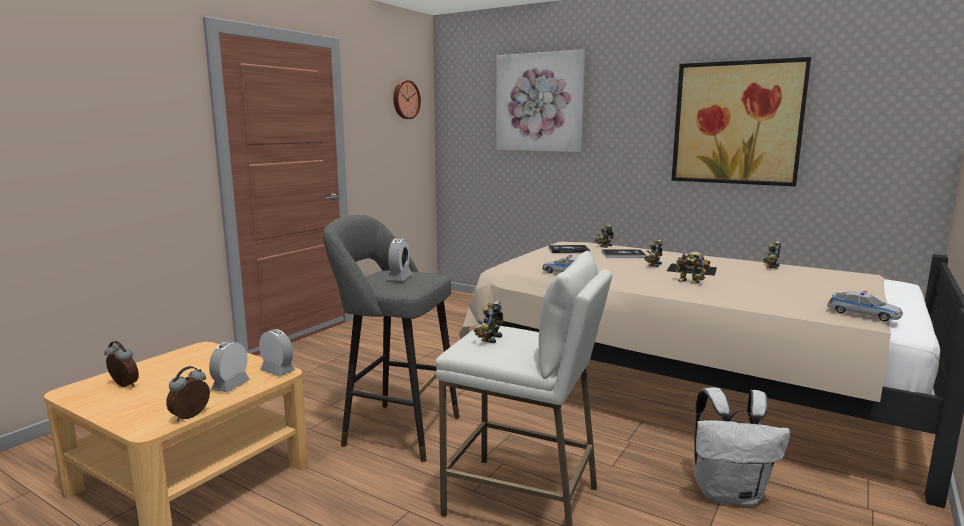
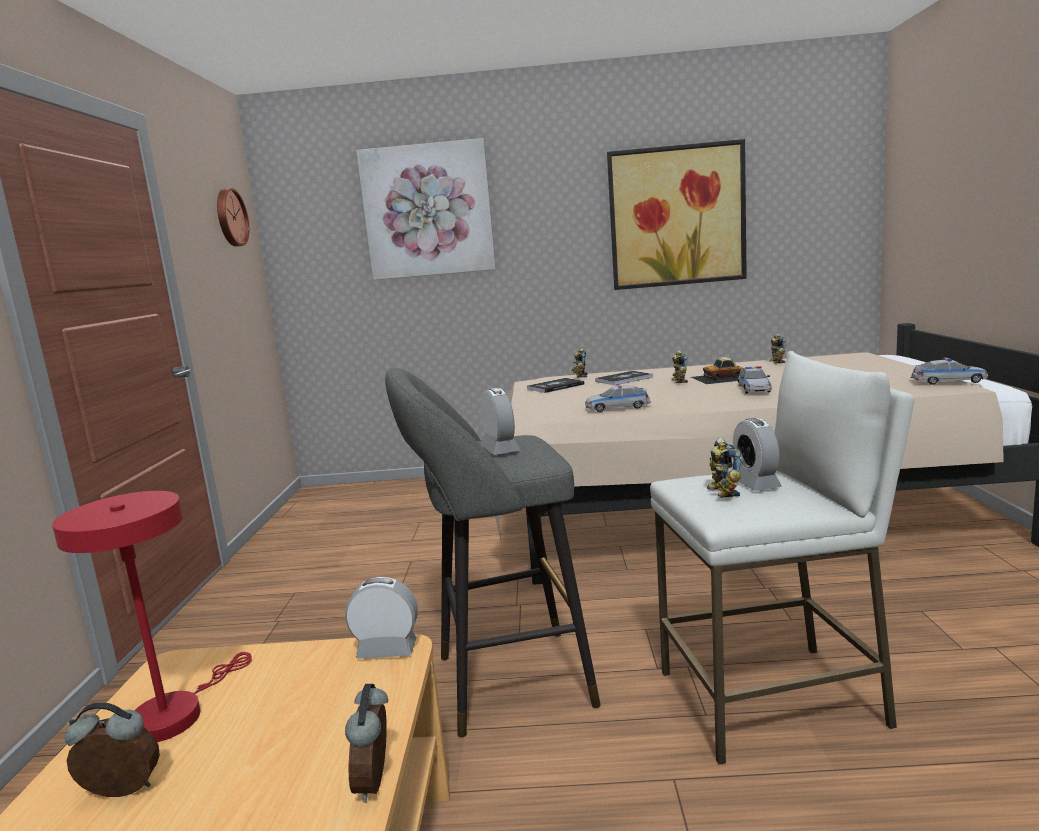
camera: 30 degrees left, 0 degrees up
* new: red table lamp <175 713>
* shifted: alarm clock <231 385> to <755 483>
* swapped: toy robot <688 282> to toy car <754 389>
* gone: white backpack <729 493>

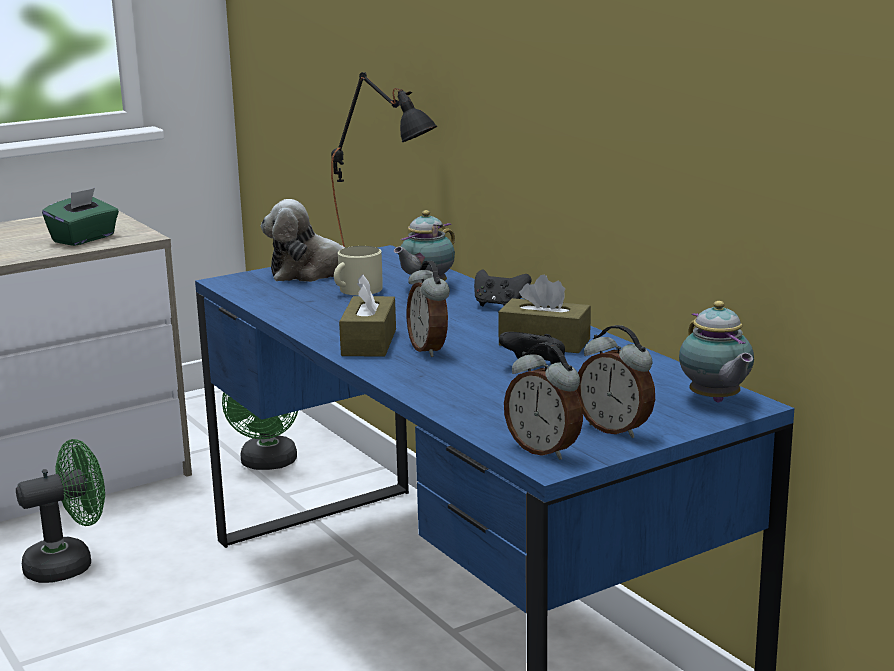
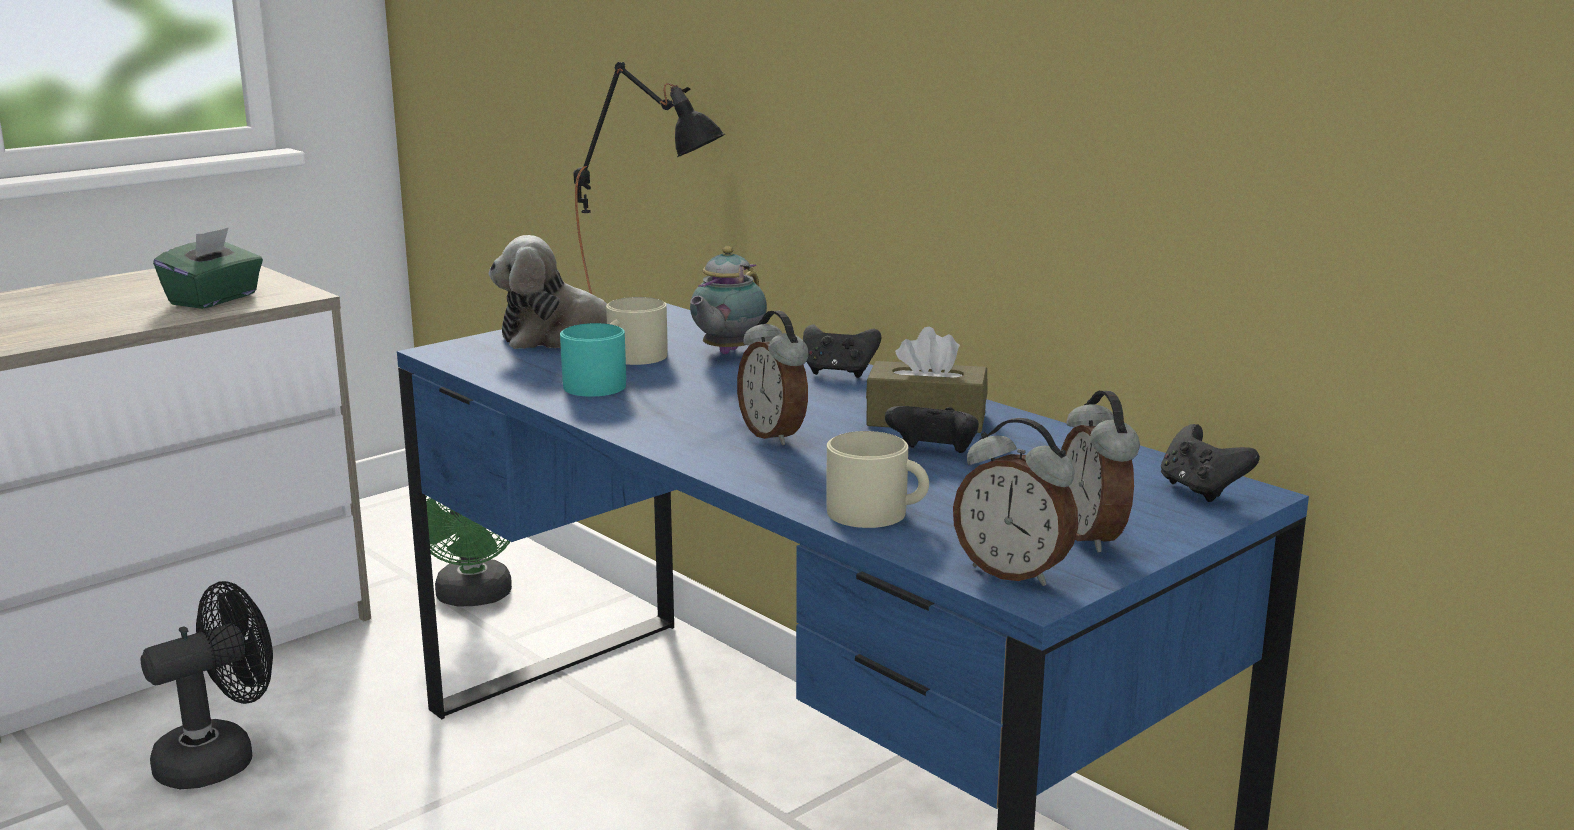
camera: 10 degrees left, 0 degrees up
* repainted: green fan <69 564> to black fan <220 758>
* new: turquoise mug <596 384>
* new: beige mug <877 513>
* rotated: alarm clock <615 429> = <1093 537> 45 degrees clockwise
* swapped: teapot <715 400> to black game controller <1201 490>
* gone: brown tissue box <369 342>

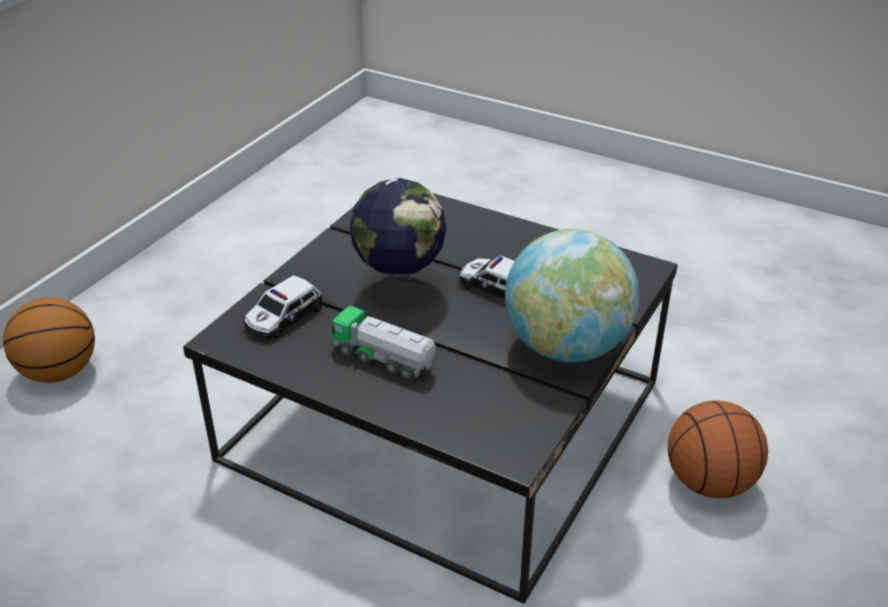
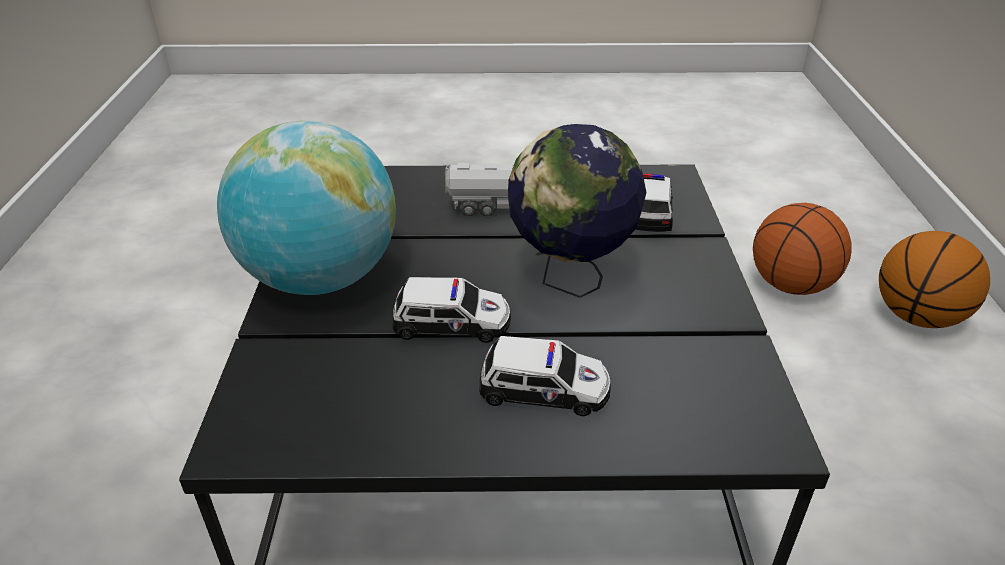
camera: 150 degrees right, 0 degrees up
* new: toy car <544 389>
* shifted: basketball <709 483> to <790 285>

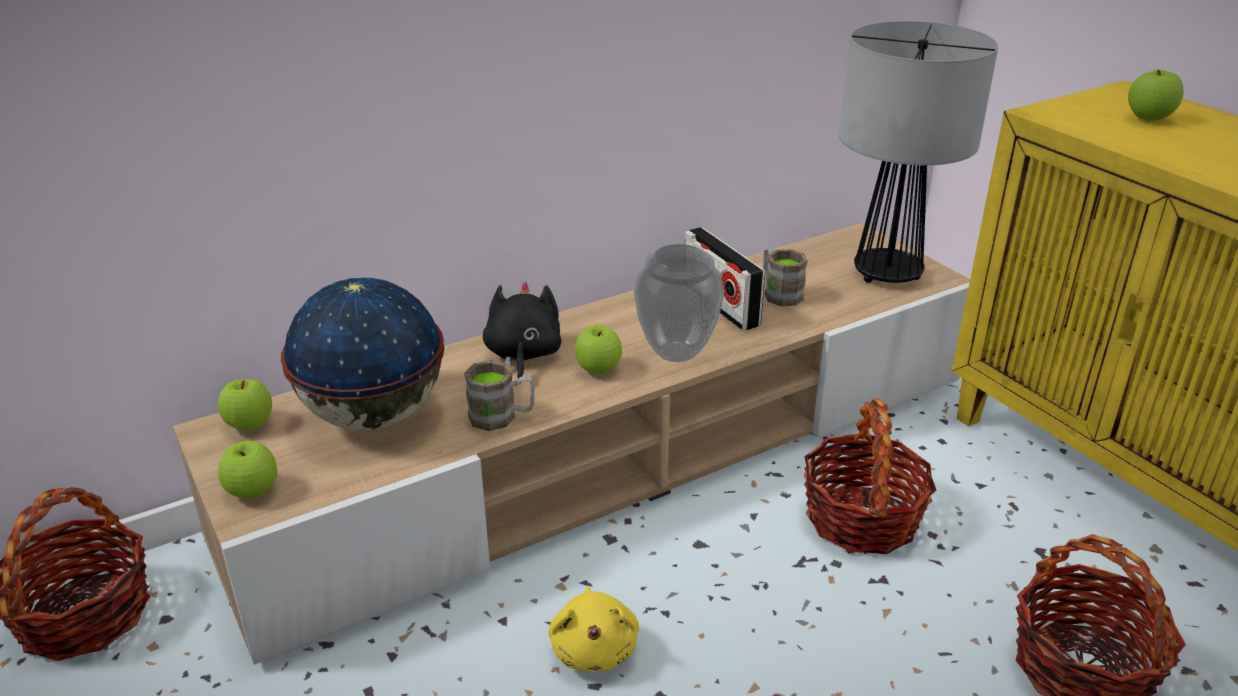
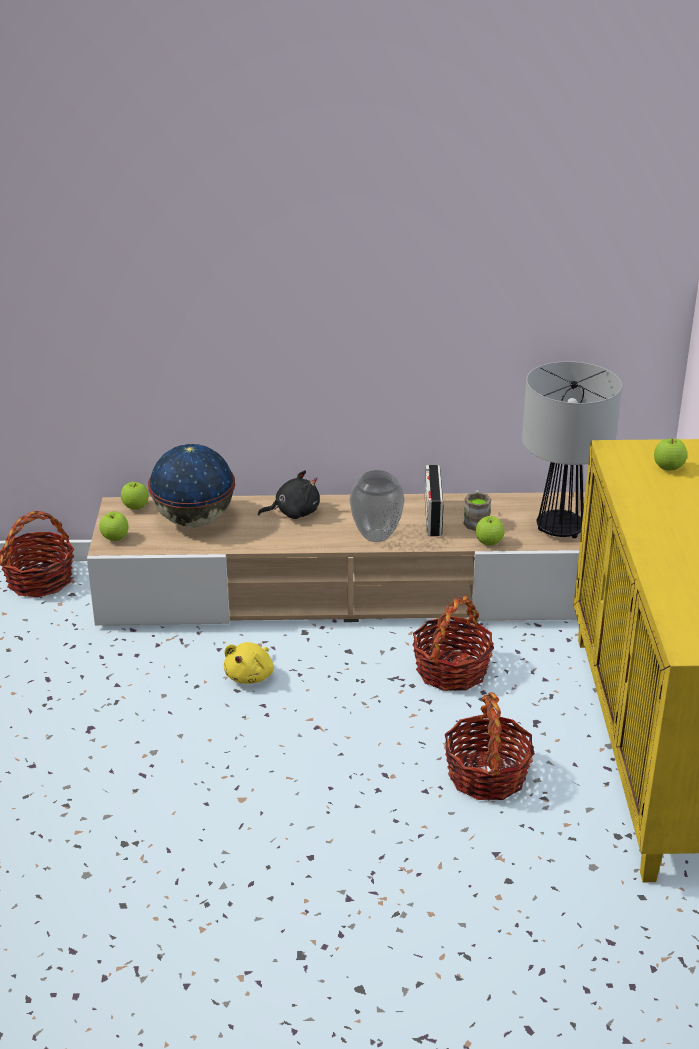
camera: 30 degrees right, 0 degrees up
* rotated: black plush toy <523 355> = <294 512> 45 degrees clockwise
* shifted: apple <598 369> to <489 543>
* gone: brown mug <502 417>

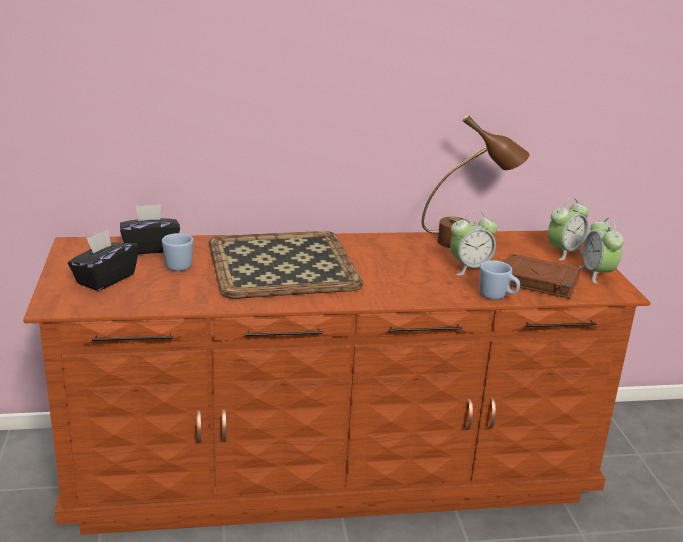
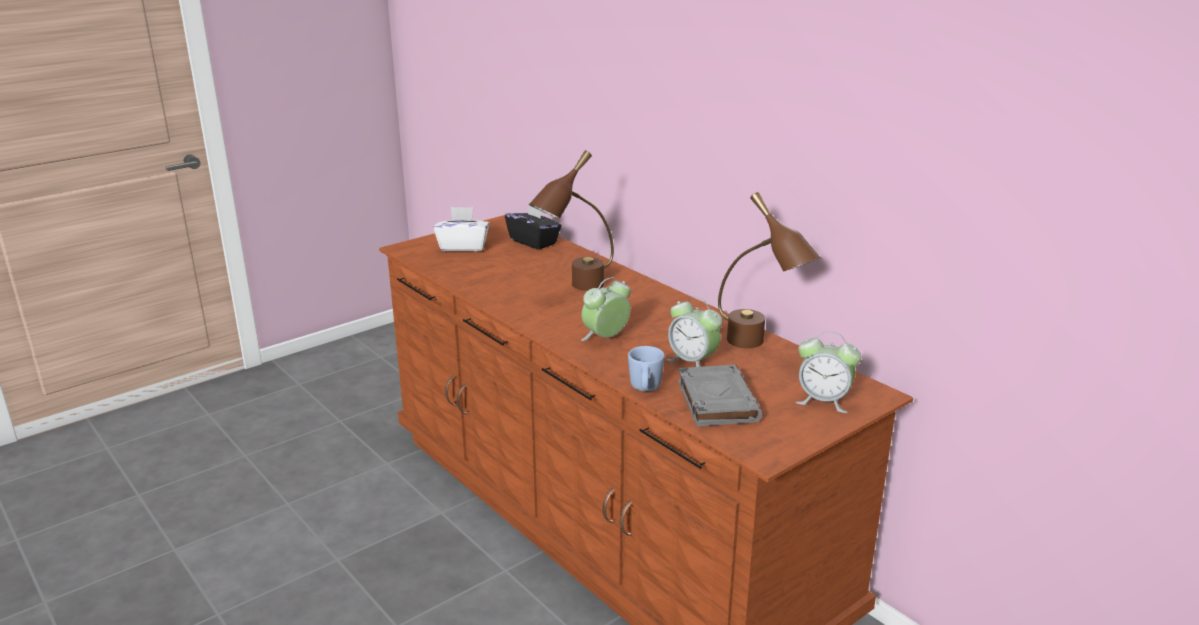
camera: 60 degrees right, 0 degrees up
* repainted: black tissue box <105 279> to white tissue box <463 246>
* swapped: tray <283 264> to brown table lamp <576 288>
* shifted: alarm clock <597 274> to <606 338>
* repainted: brown book <536 281> to grey book <716 401>
* gone: blue mug <180 265>

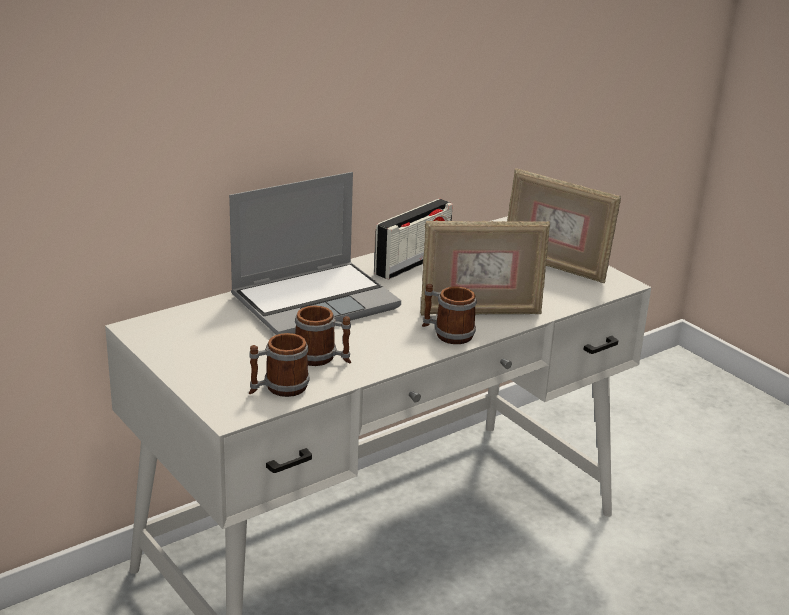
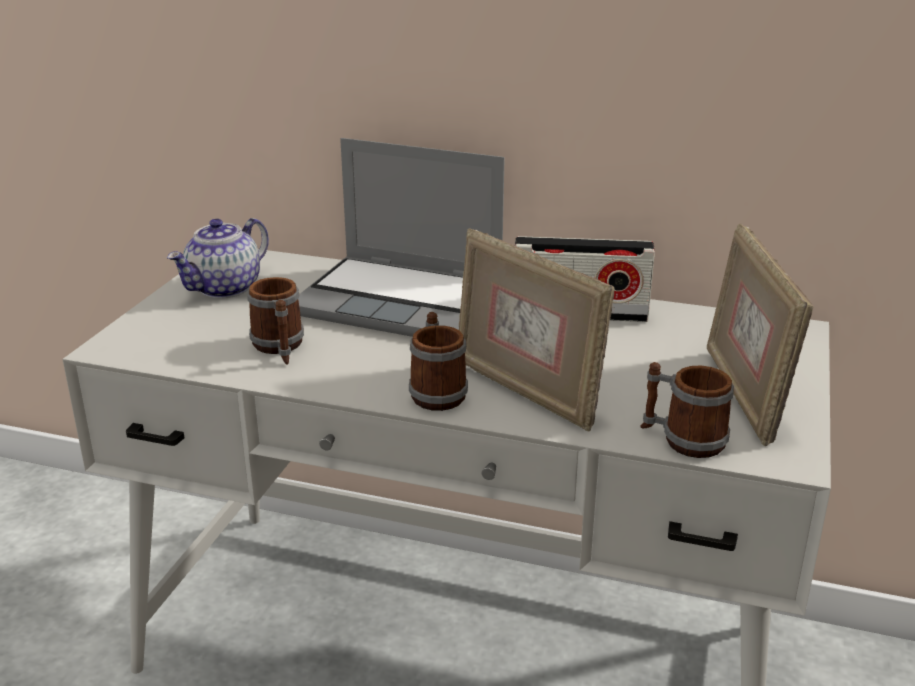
camera: 55 degrees right, 0 degrees up
* new: teapot <225 288>
* shifted: mug <278 388> to <682 439>

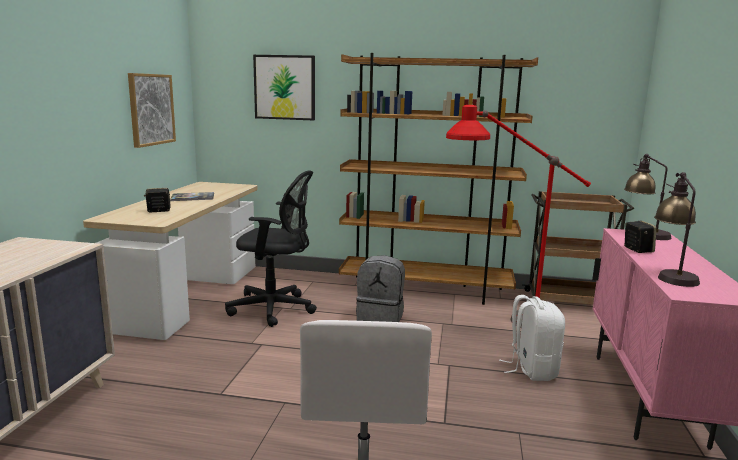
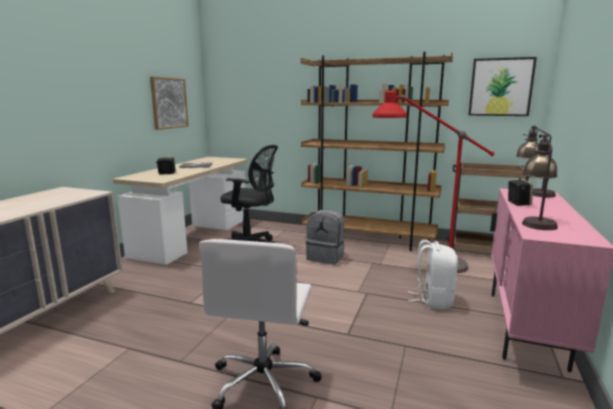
camera: 10 degrees right, 0 degrees up
* shifted: picture <285 87> to <500 87>

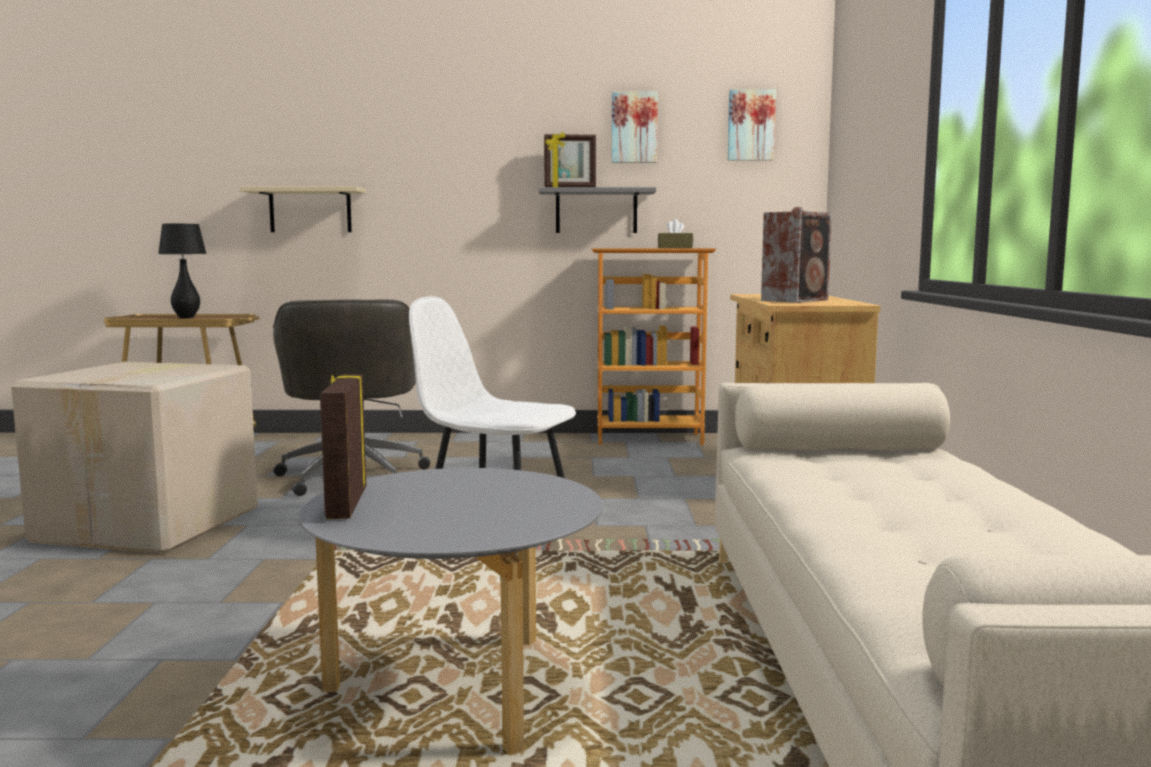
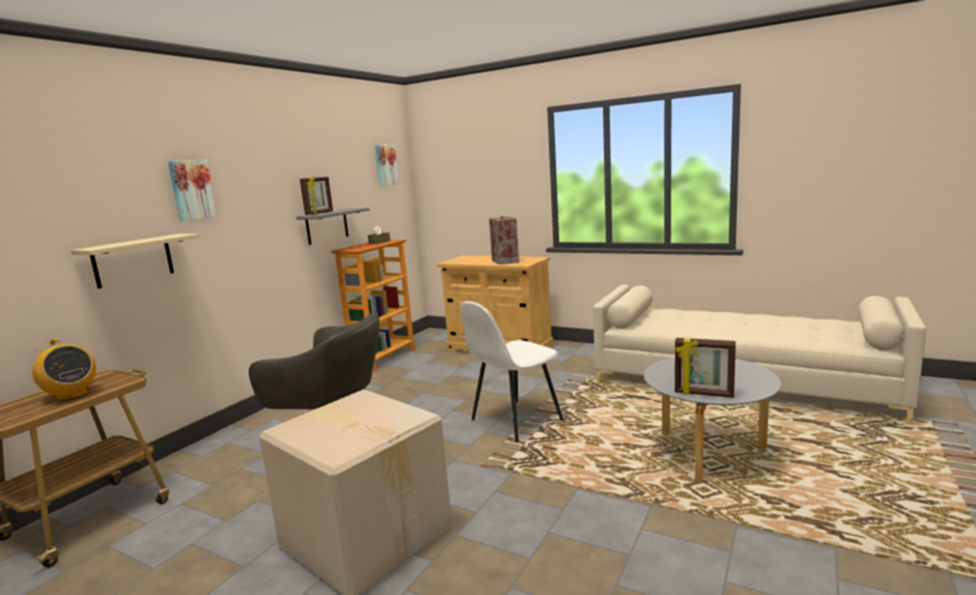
camera: 60 degrees left, 5 degrees up
* swapped: black table lamp <186 317> to radio <71 395>
* shifted: picture <634 128> to <191 190>

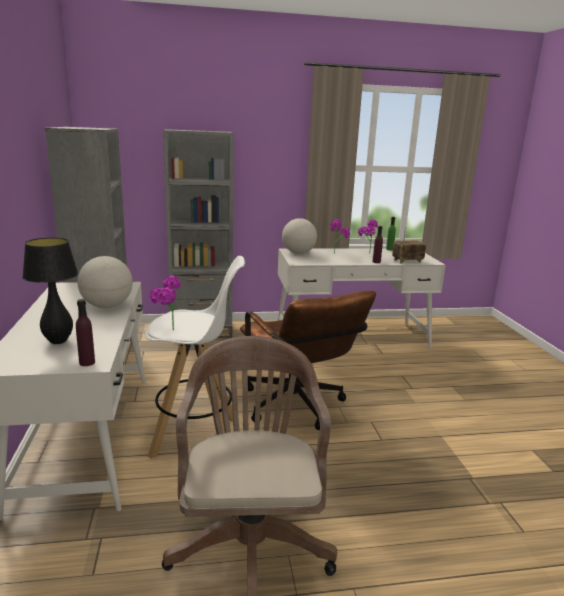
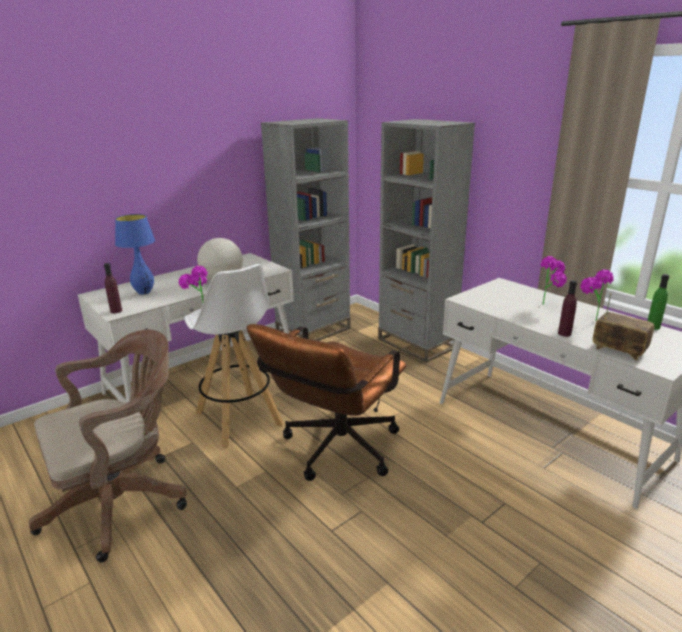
camera: 60 degrees right, 5 degrees up
* repainted: black table lamp <58 341> to blue table lamp <144 292>
* gone: globe <298 253>

